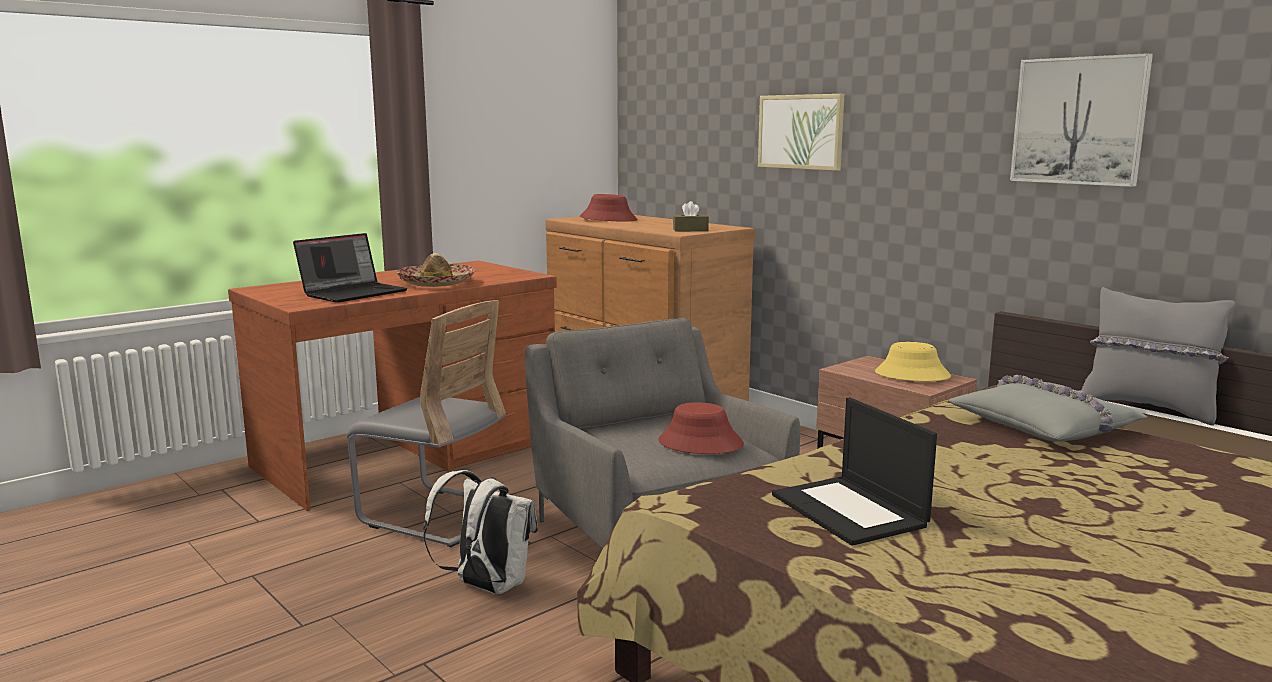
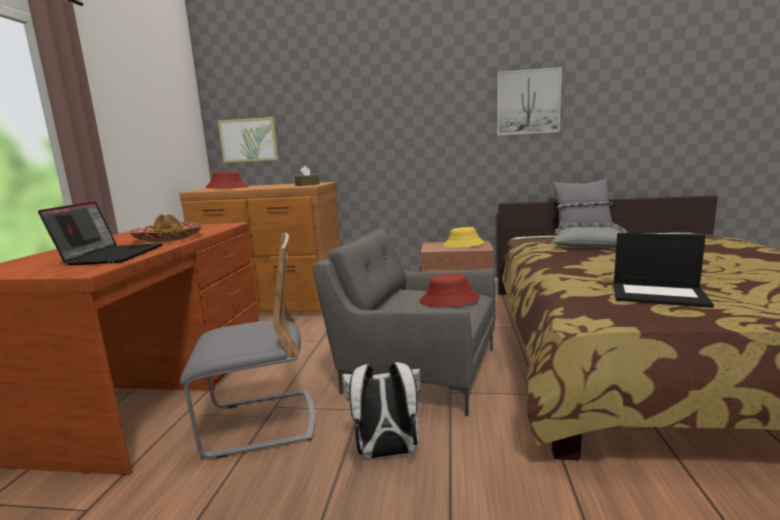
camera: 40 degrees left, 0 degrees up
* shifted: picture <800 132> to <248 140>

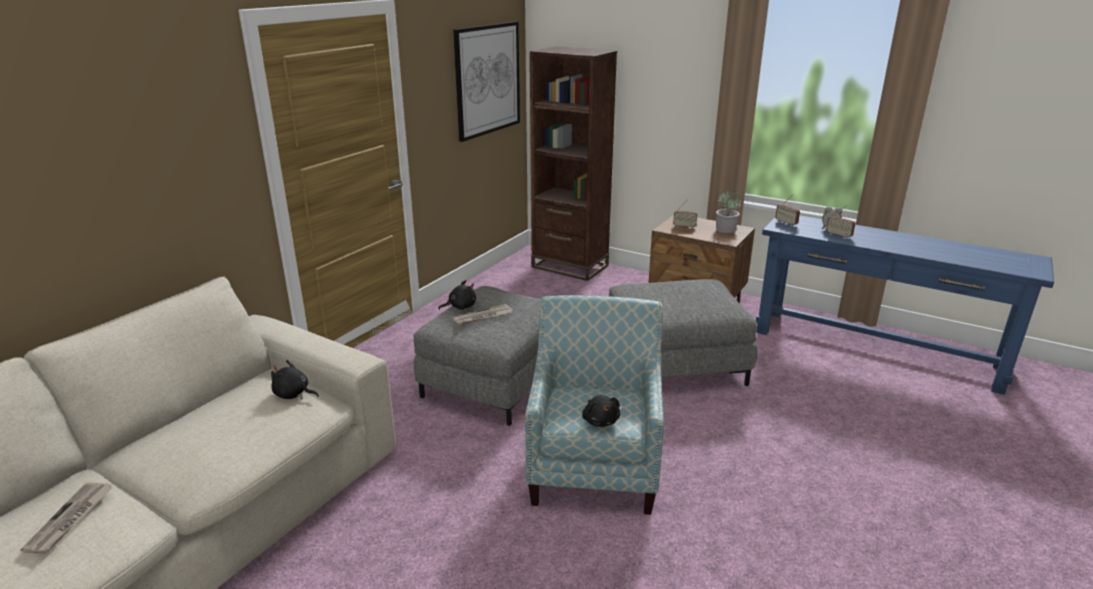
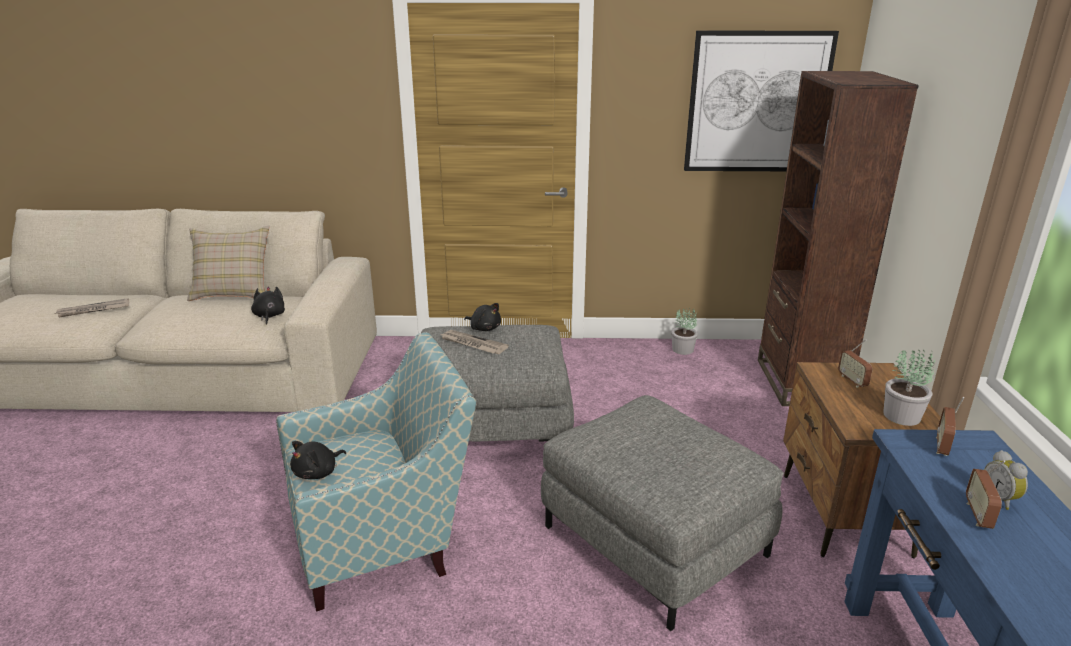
camera: 60 degrees right, 0 degrees up
* new: beige pillow <234 293>
* new: potted plant <683 349>

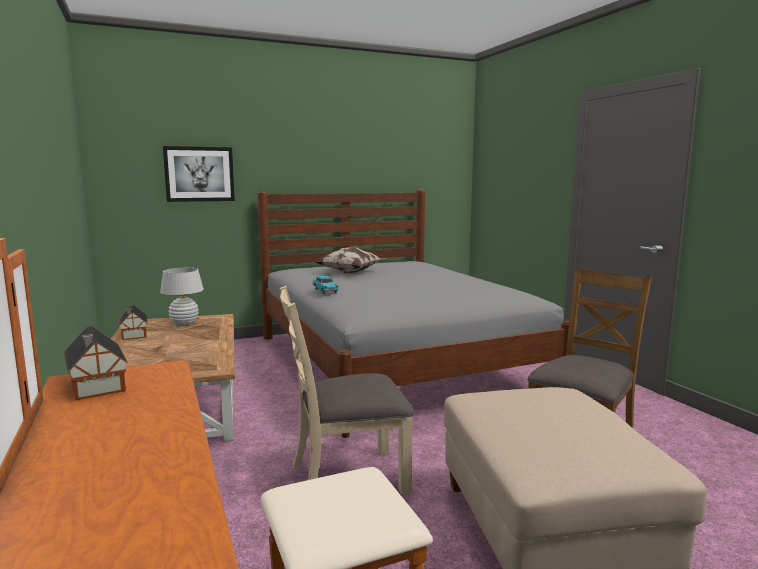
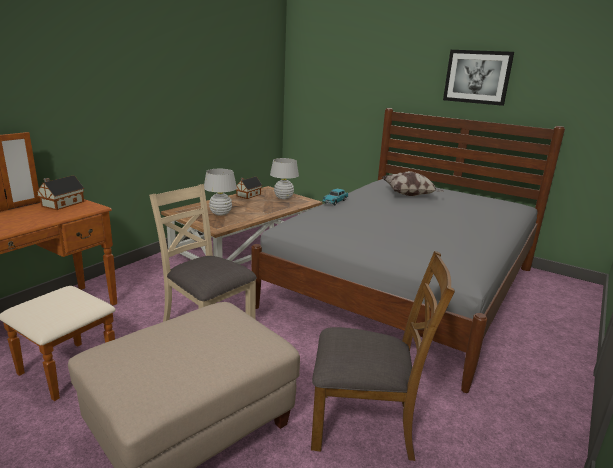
camera: 55 degrees right, 10 degrees up
* new: white table lamp <220 213>
* shifted: picture <199 174> to <477 77>

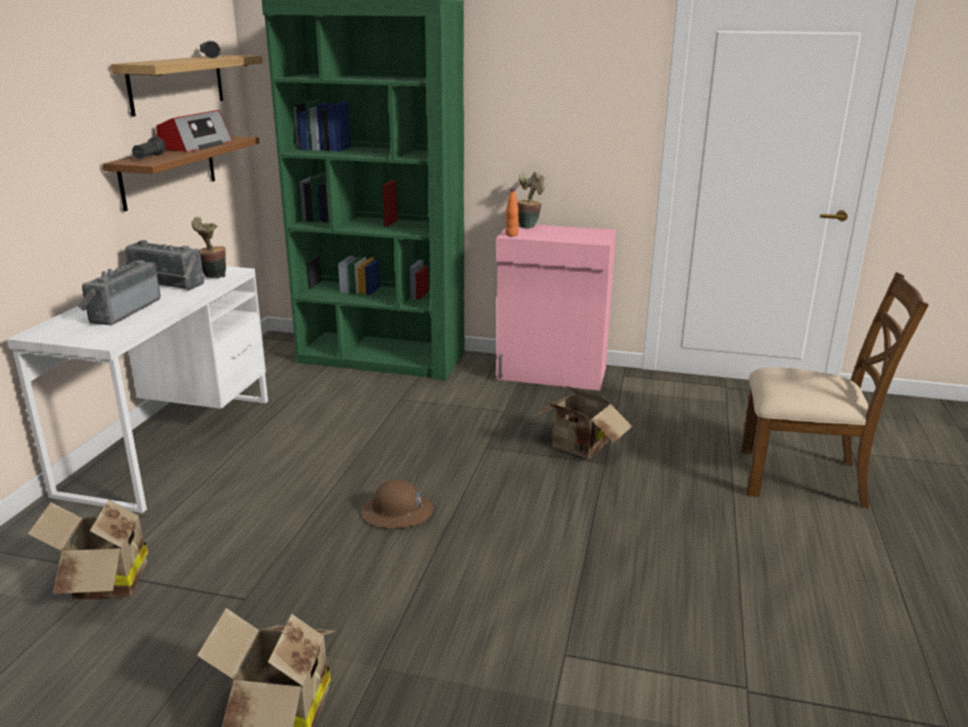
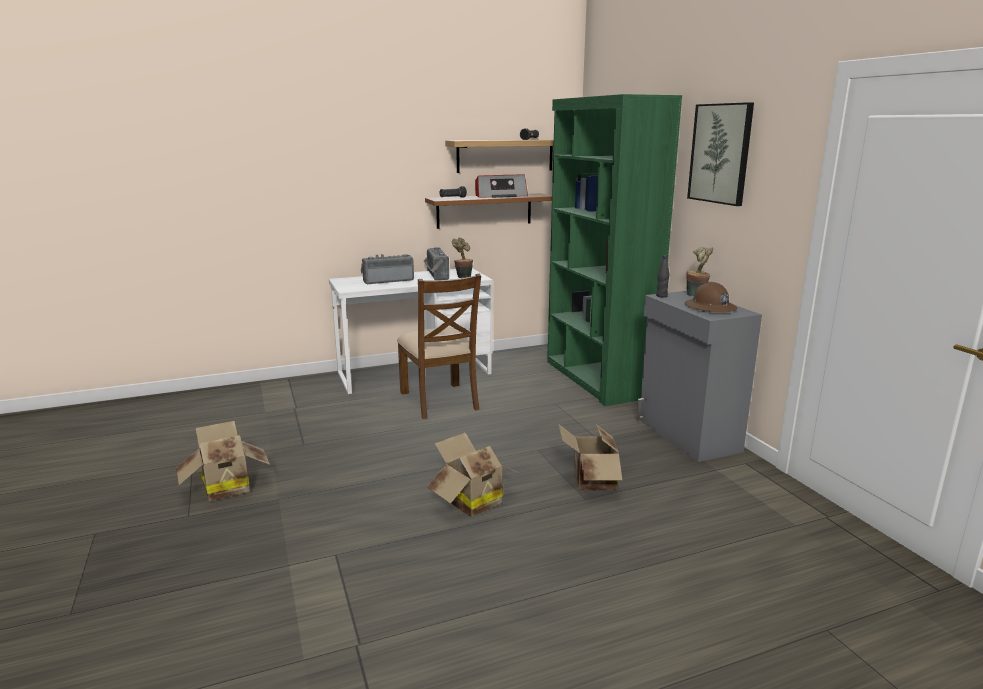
camera: 55 degrees right, 5 degrees down
* shifted: brown chair <803 477> to <440 400>
* shifted: cardboard box <104 584> to <470 502>
* repainted: pink cabinet <552 374> to grey cabinet <687 435>
* repainted: orange bottle <511 235> to black bottle <661 296>
* shifted: brown hard hat <397 512> to <710 307>
* new: picture <720 153>

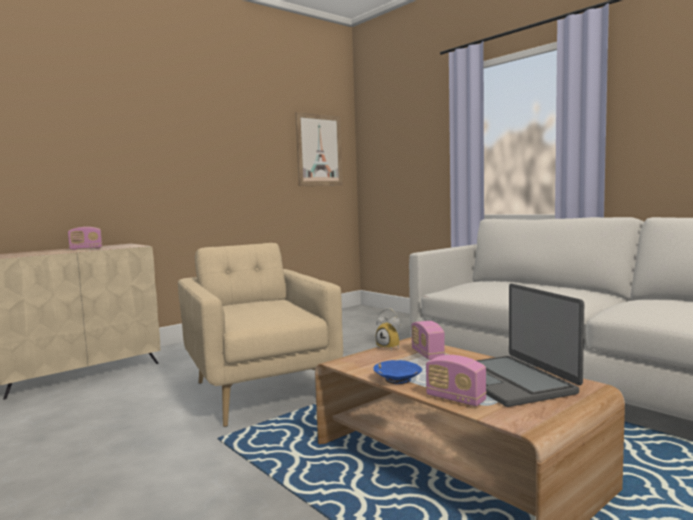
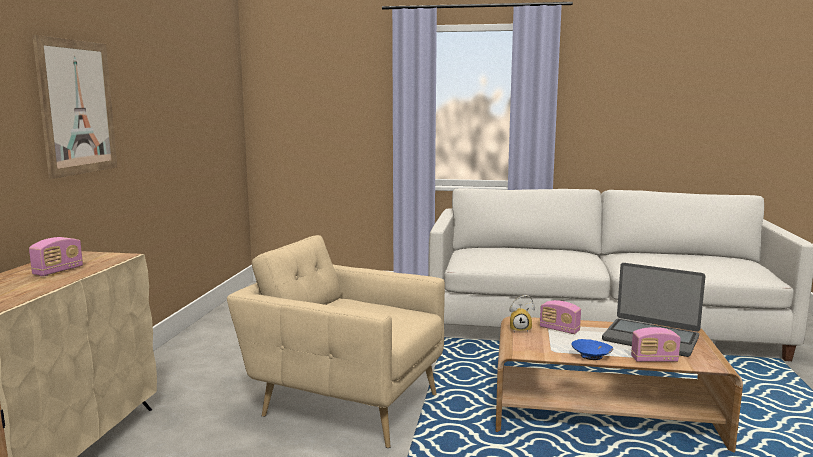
camera: 40 degrees left, 5 degrees up
* shifted: picture <319 150> to <77 107>

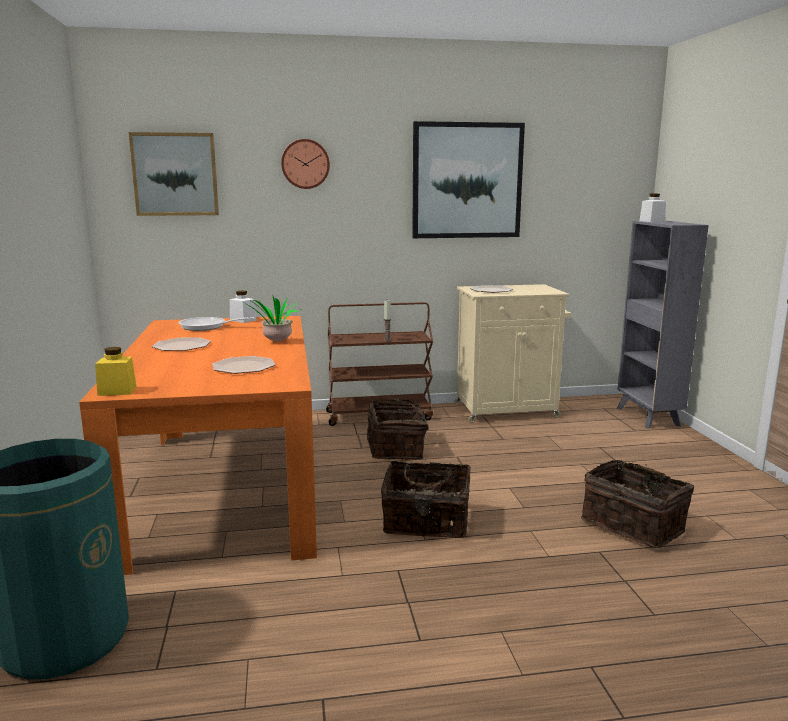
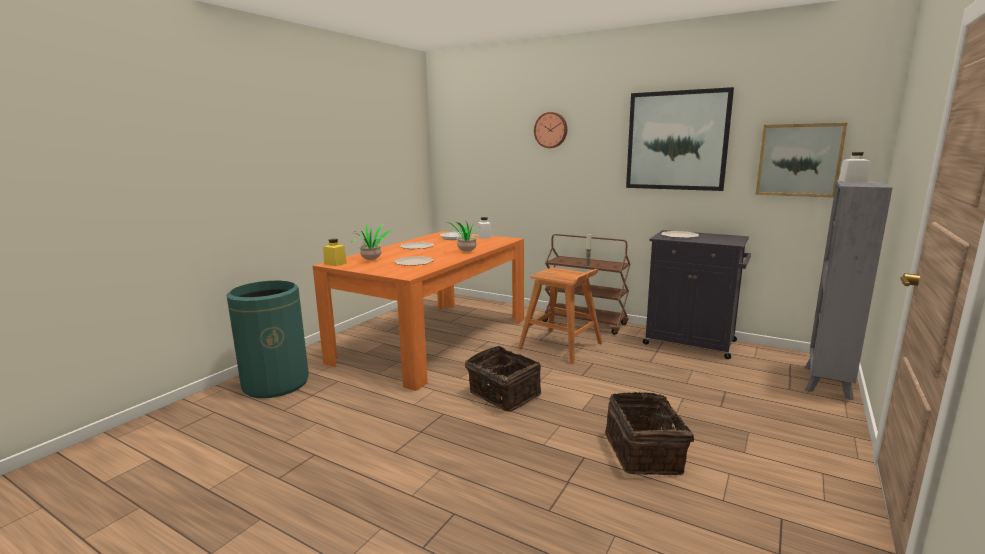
camera: 40 degrees right, 0 degrees up
* new: potted plant <372 260>
* swapped: basket <397 448> to brown stool <561 346>
* repainted: beige cabinet <508 410> to black cabinet <691 343>
* shifted: picture <175 174> to <799 160>

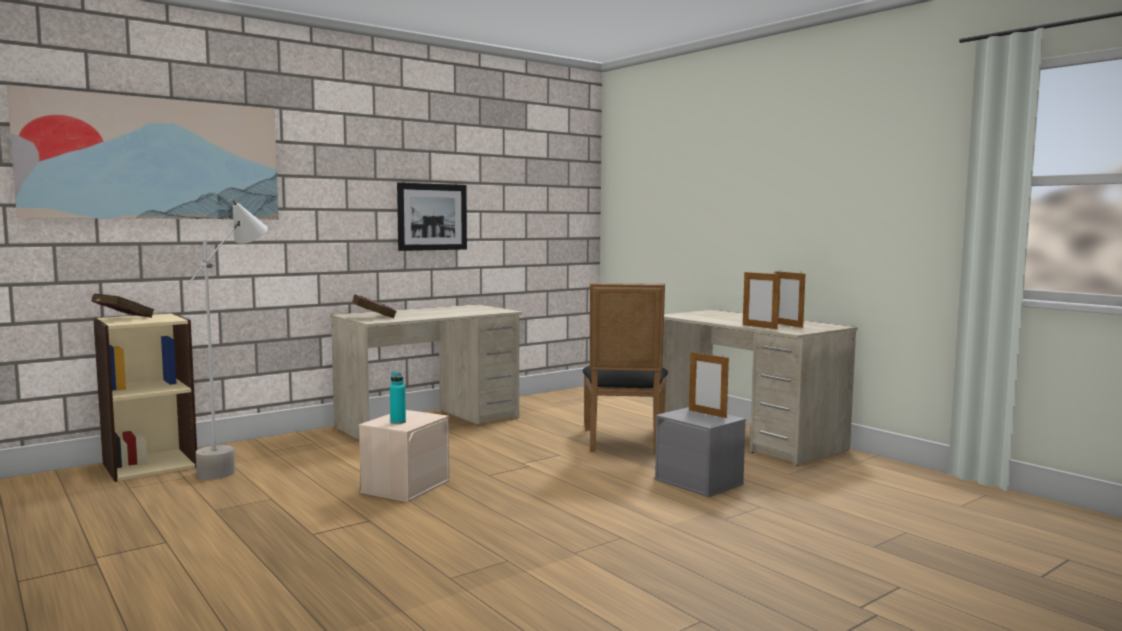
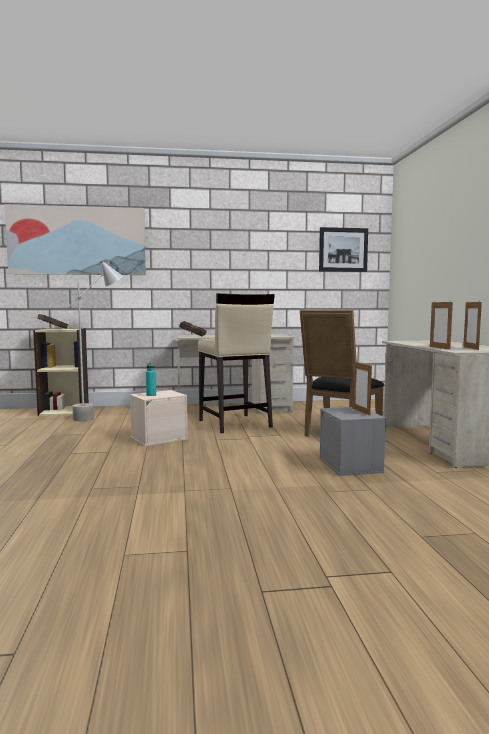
camera: 30 degrees right, 0 degrees up
* new: beige stool <234 424>
* shifted: picture <432 217> to <343 249>

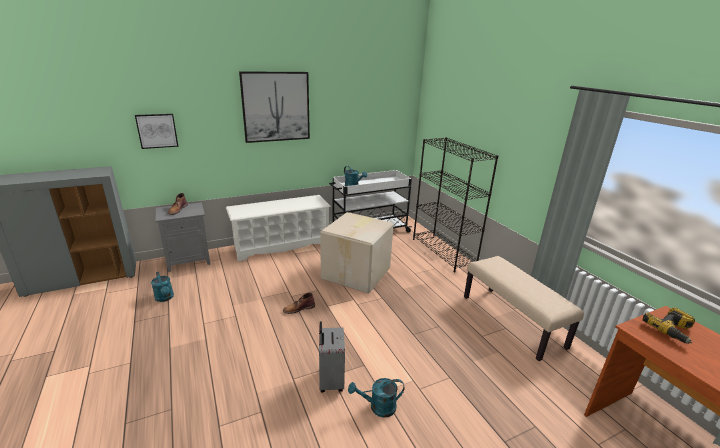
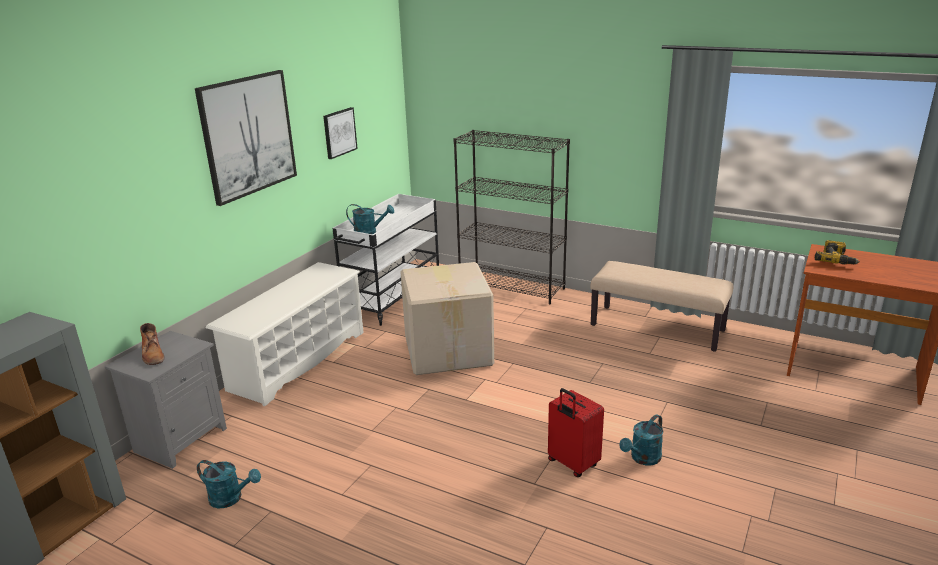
camera: 35 degrees left, 0 degrees up
* shifted: picture <157 130> to <339 132>
* repainted: grey suitcase <330 381> to red suitcase <572 464>
* gone: brown boot <298 308>

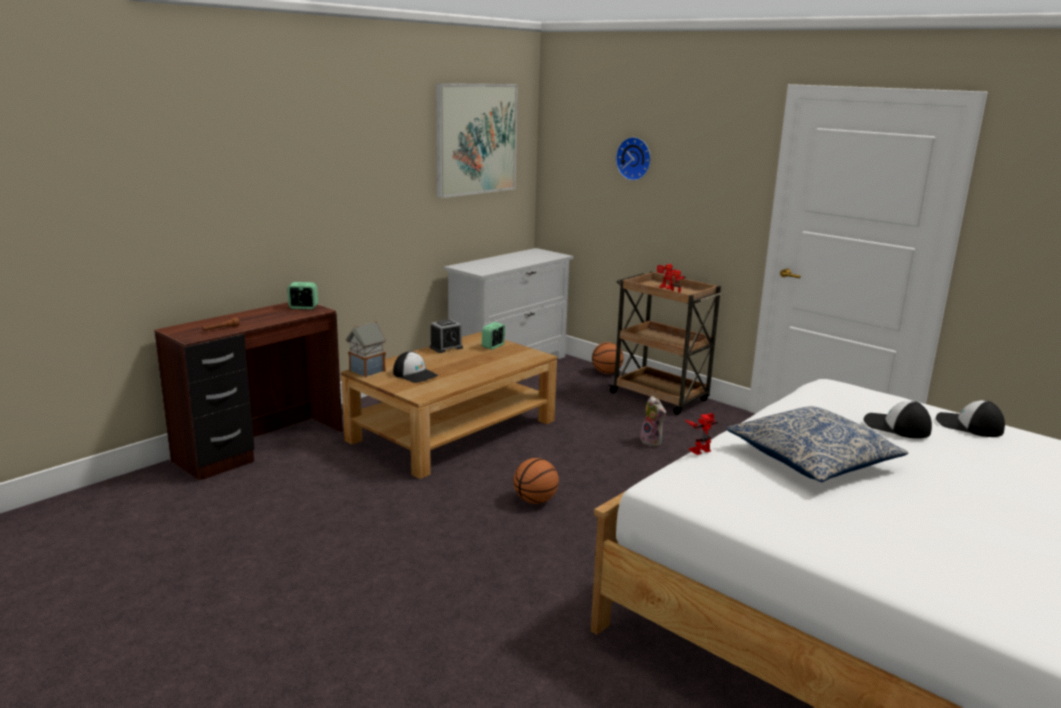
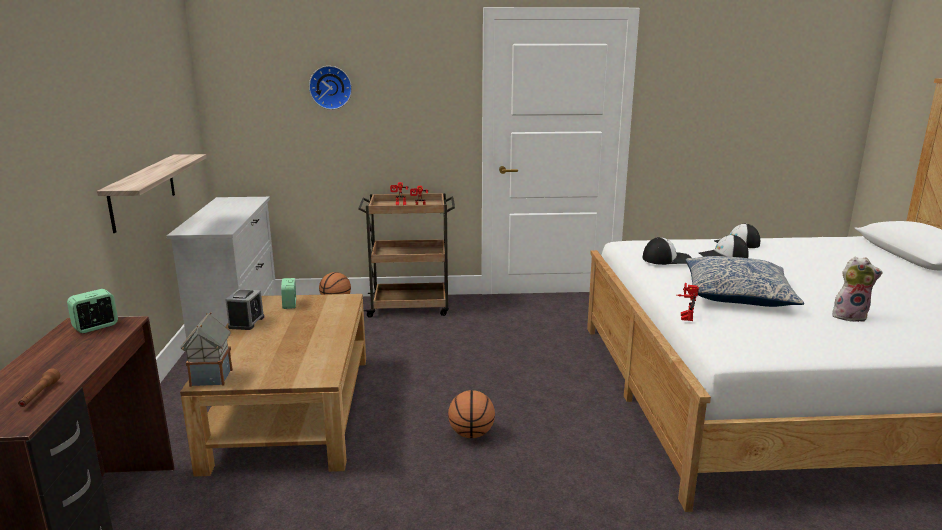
camera: 45 degrees left, 0 degrees up
* new: shelf <143 191>
* shifted: cap <415 375> to <666 259>
* shifted: plush toy <652 442> to <849 316>
* gone: picture <476 139>

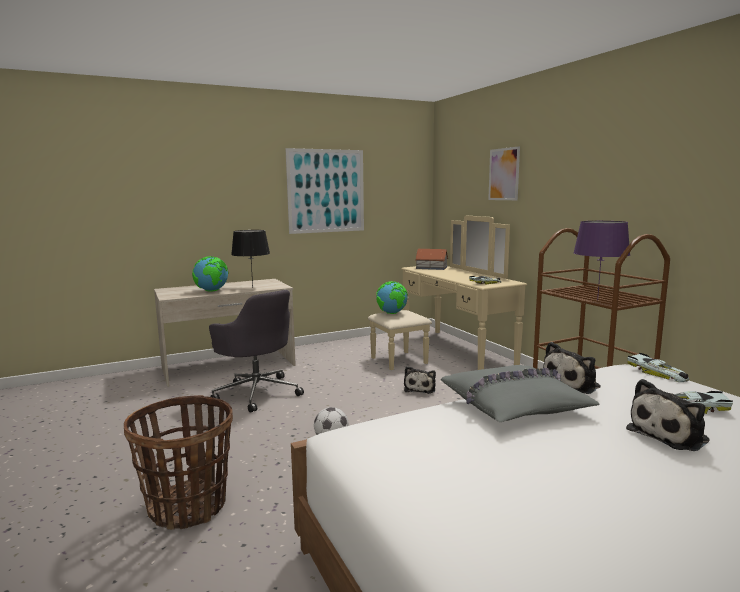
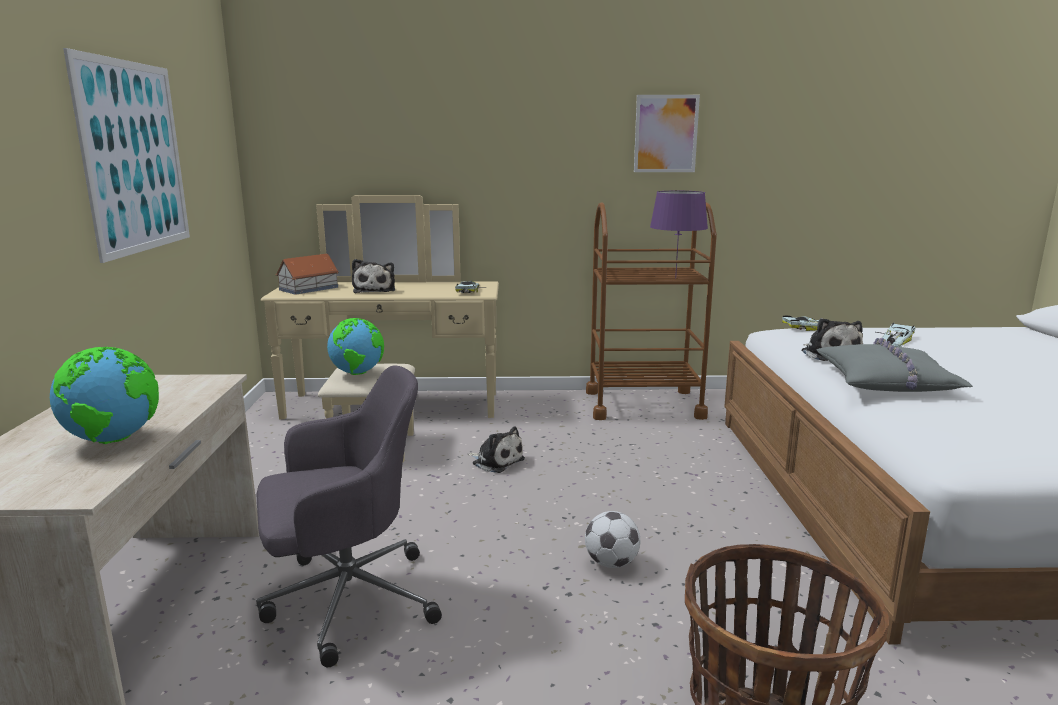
camera: 65 degrees left, 5 degrees up
* shifted: plush toy <670 434> to <375 290>
* shifted: picture <504 174> to <666 134>
* gone: black table lamp <252 287>

